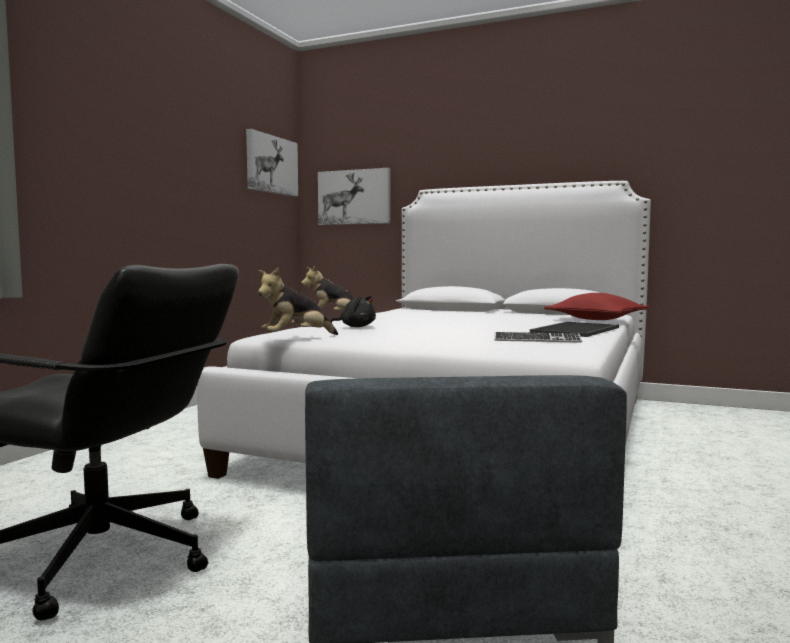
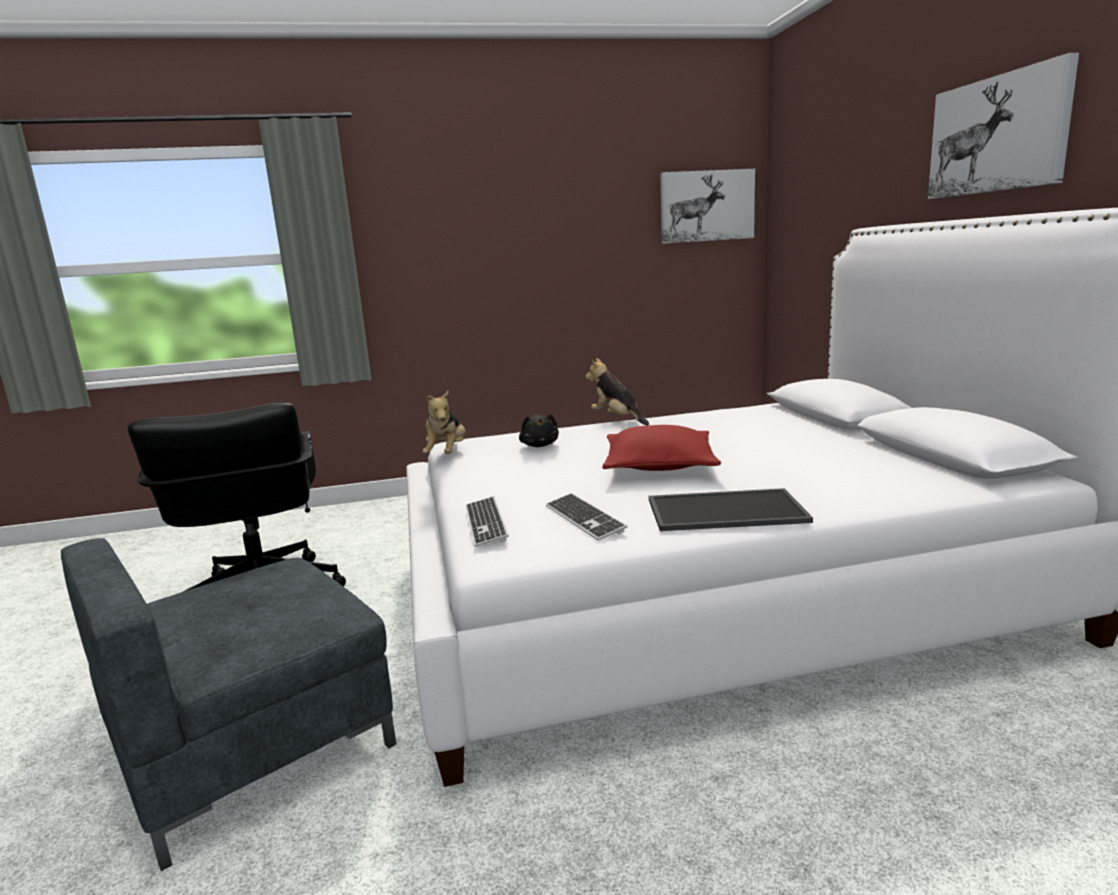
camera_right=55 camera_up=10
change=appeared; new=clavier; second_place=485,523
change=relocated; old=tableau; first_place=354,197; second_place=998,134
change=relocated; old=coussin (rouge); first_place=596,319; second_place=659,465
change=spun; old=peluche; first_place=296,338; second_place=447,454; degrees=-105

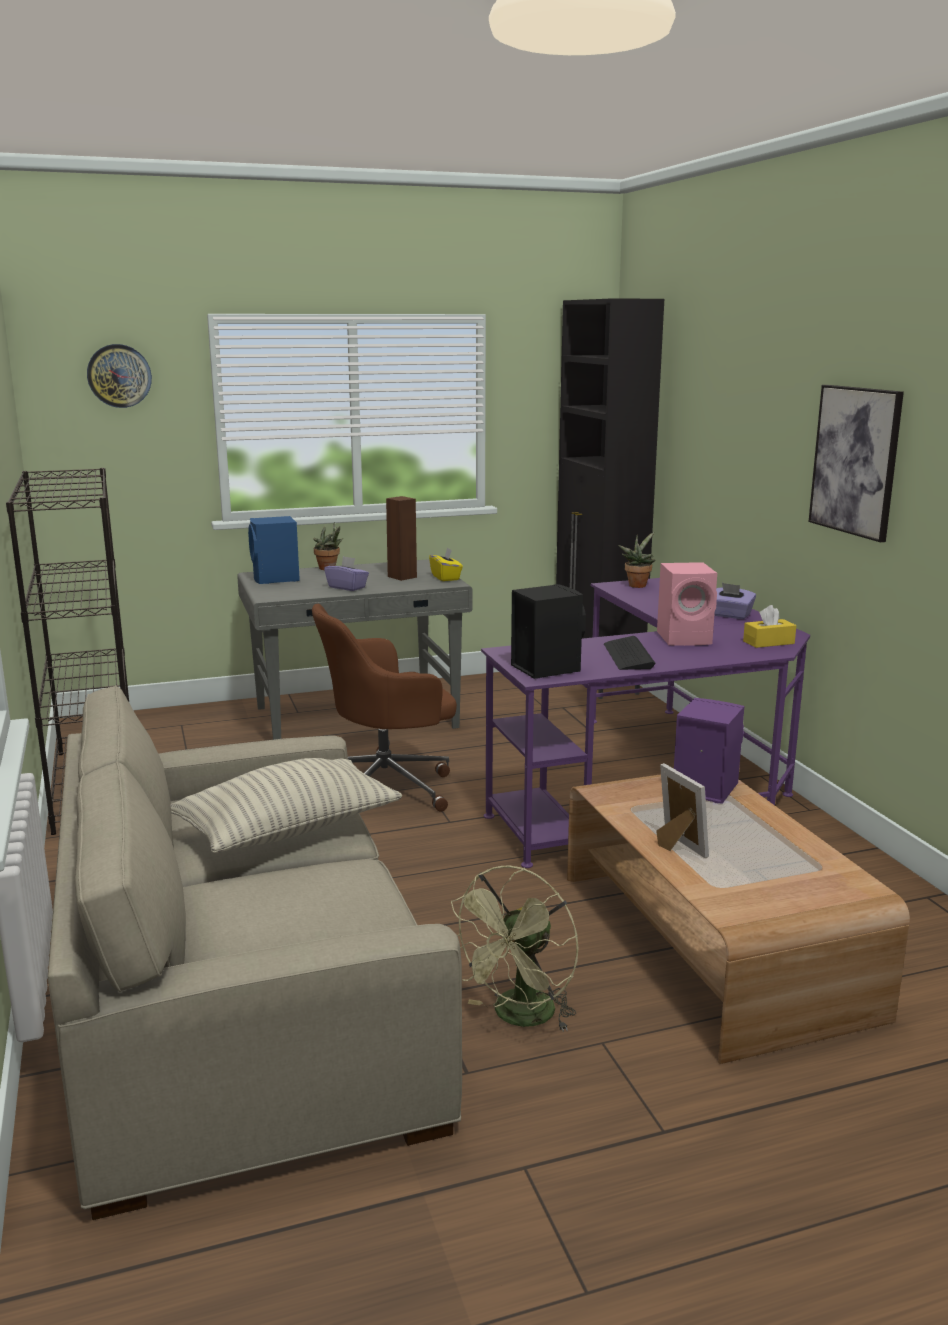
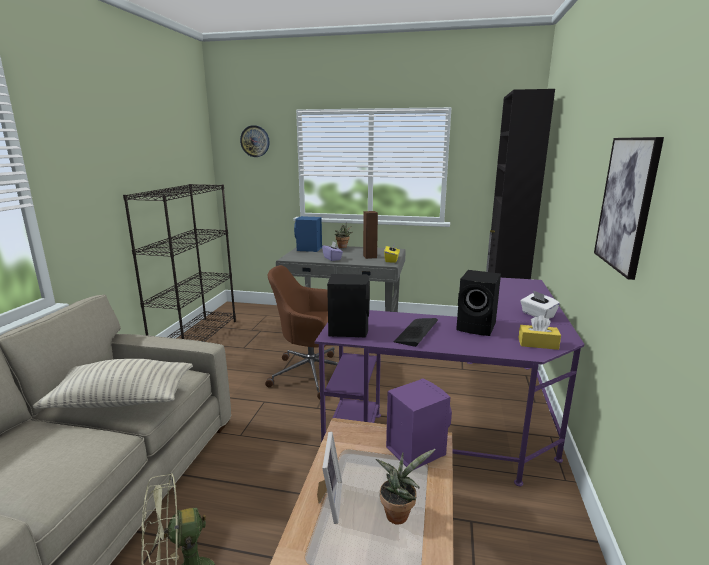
camera_right=30 camera_up=0
change=relocated; old=plante en pot; first_place=637,585; second_place=399,513
change=colour; old=enceinte (rose); new=enceinte (noir); first_place=686,638; second_place=477,327
change=colour; old=boîte à mouchoirs (violet); new=boîte à mouchoirs (blanc); first_place=729,615; second_place=537,315

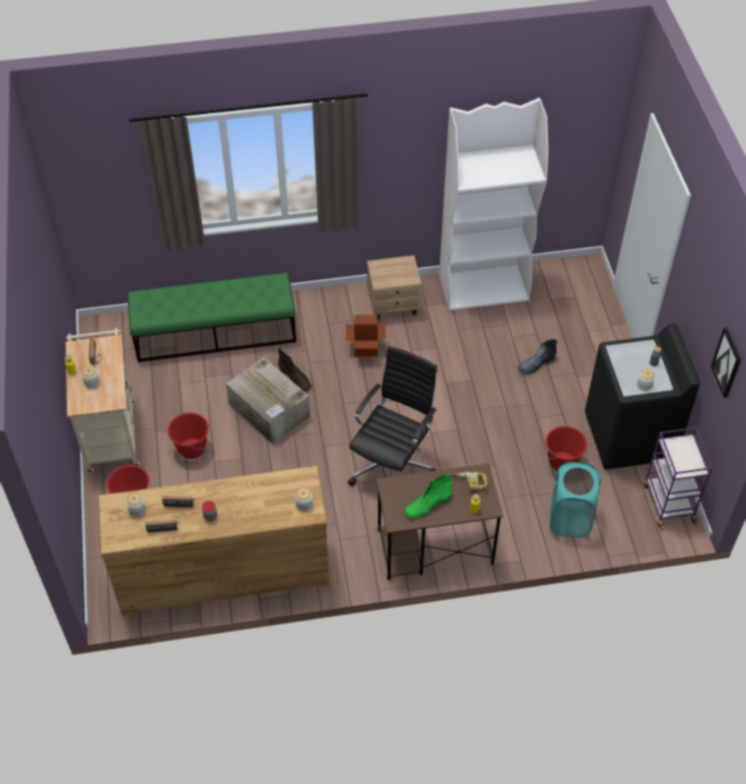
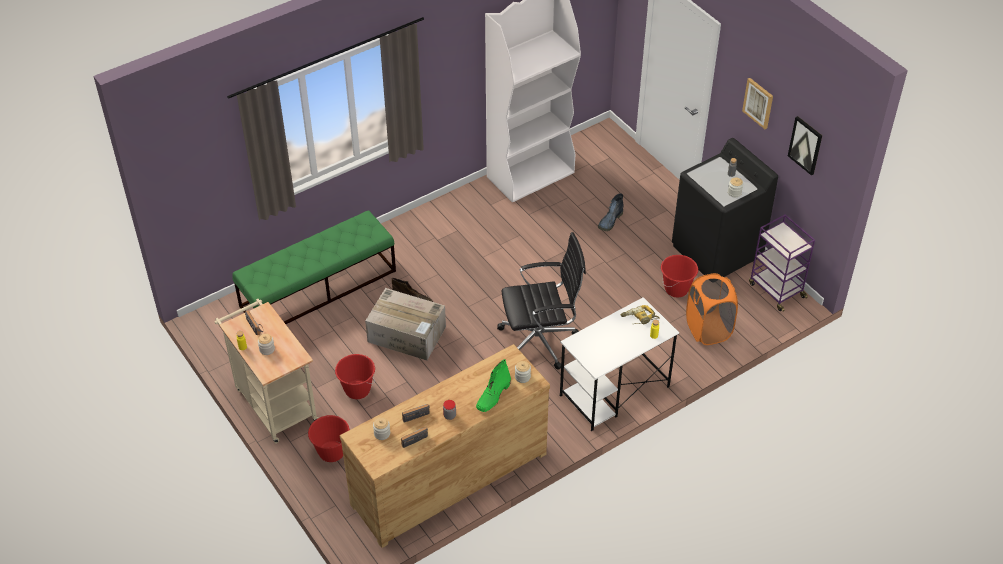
camera_right=-25 camera_up=-5
change=missing; old=carton; first_place=366,348
change=missing; old=table de chevet (beige); first_place=394,305
change=appeared; new=tableau; second_place=758,103
change=relocated; old=botte (vert); first_place=427,505; second_place=493,396
change=colour; old=bureau (marron); new=bureau (blanc); first_place=434,547; second_place=614,391
change=colour; old=panier à linge (turquoise); new=panier à linge (orange); first_place=570,519; second_place=708,330
change=spun; old=chaise de bureau (noir); first_place=392,465; second_place=540,340; degrees=75

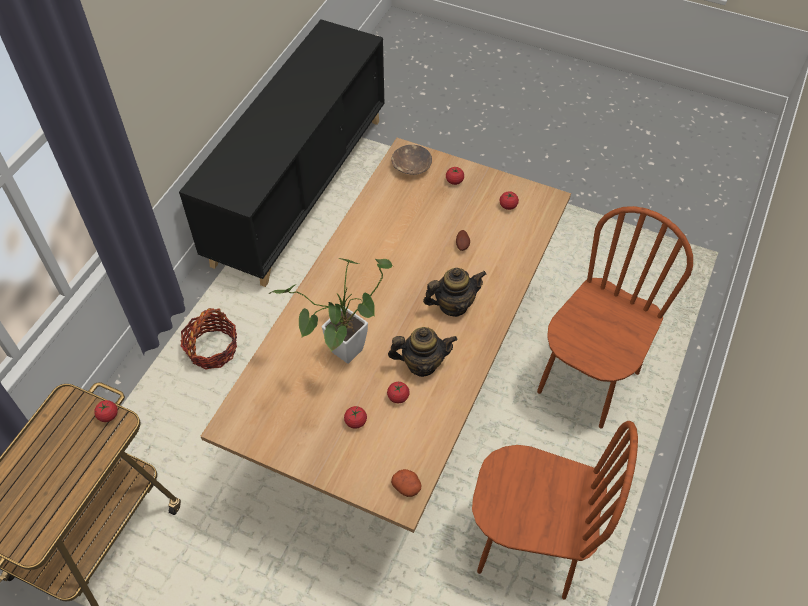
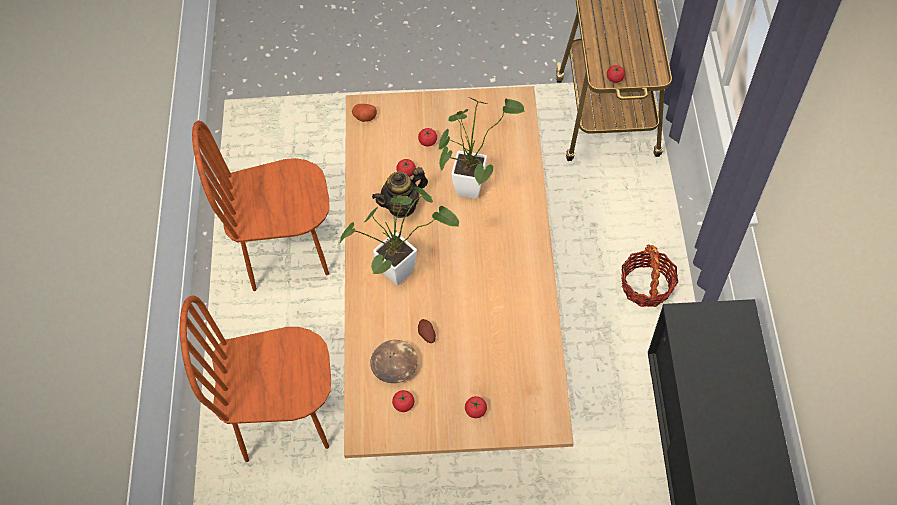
camera_right=155 camera_up=5
change=relocated; old=bol (marron); first_place=411,166; second_place=395,366
change=exchanged; old=théière; new=plante en pot; first_place=453,305; second_place=403,268
change=spun; old=chaise (marron); first_place=587,382; second_place=285,418; degrees=75

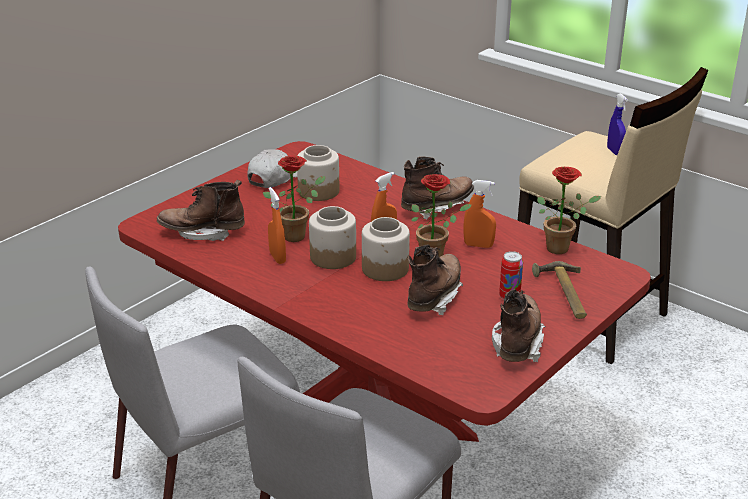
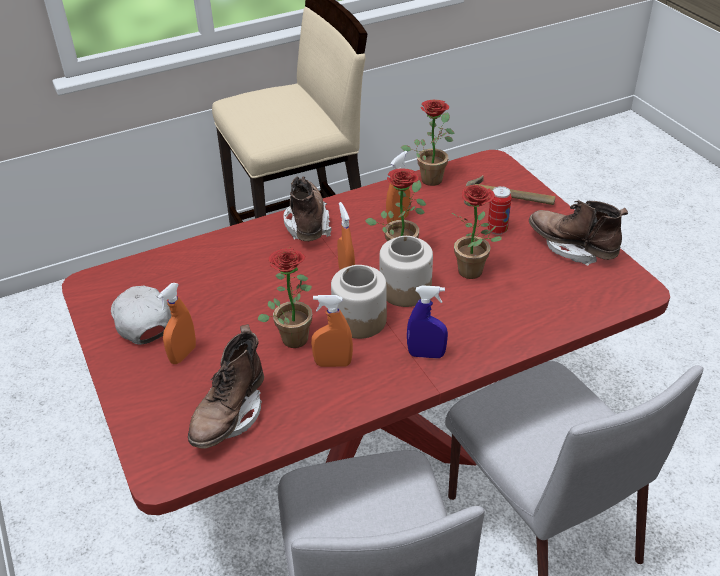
camera_right=-65 camera_up=10
change=missing; old=bocal; first_place=319,192
change=appeared; new=vaporisateur (orange); second_place=183,354
change=relocated; old=vaporisateur (bleu); first_place=614,152; second_place=426,354
change=exchanged; old=botte (marron); new=plante en pot; first_place=434,297; second_place=475,273

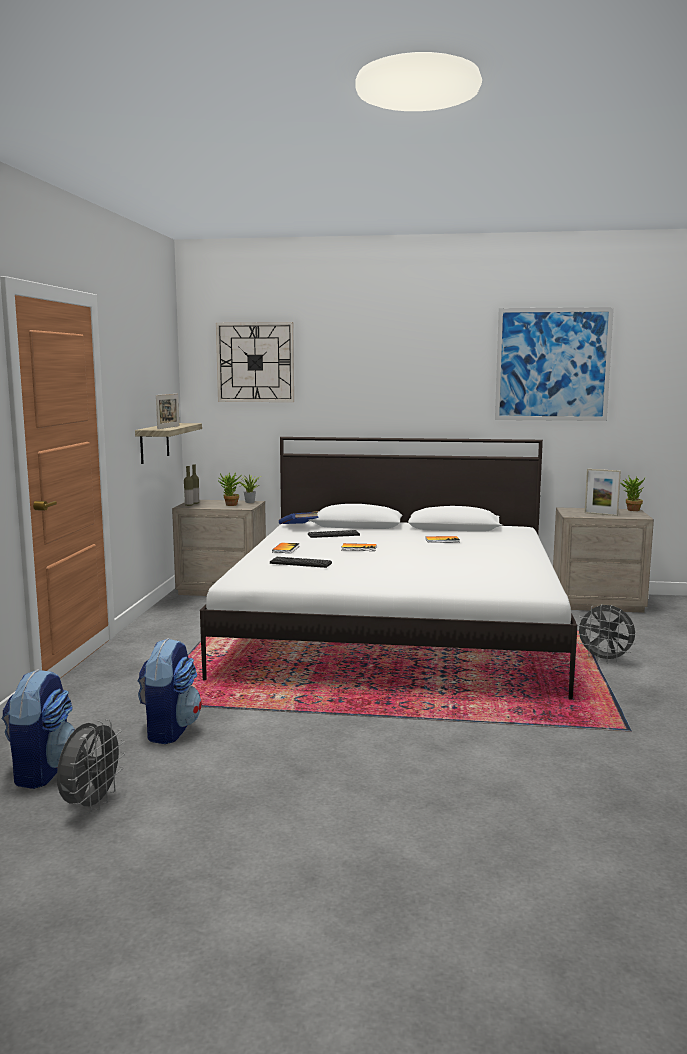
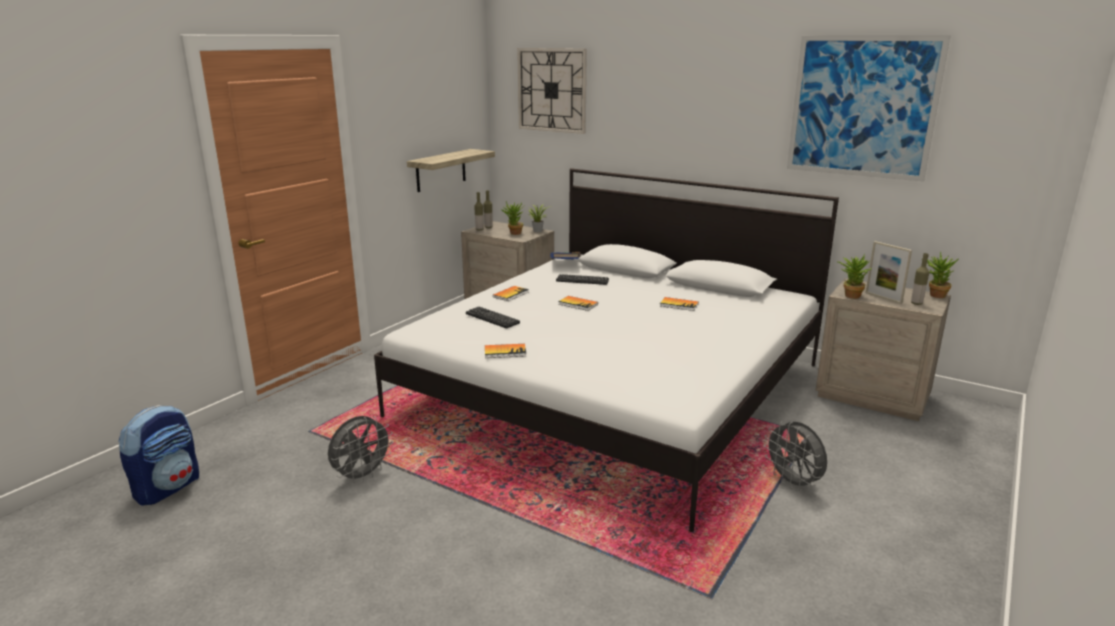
camera_right=25 camera_up=10
change=missing; old=sac à dos; first_place=169,730
change=missing; old=cadre photo; first_place=168,427
change=appeared; new=livre; second_place=505,352
change=appeared; new=plante en pot; second_place=850,295
change=appeared; new=bouteille; second_place=916,303
change=relocated; old=ventilateur (gris); first_place=91,804; second_place=362,476

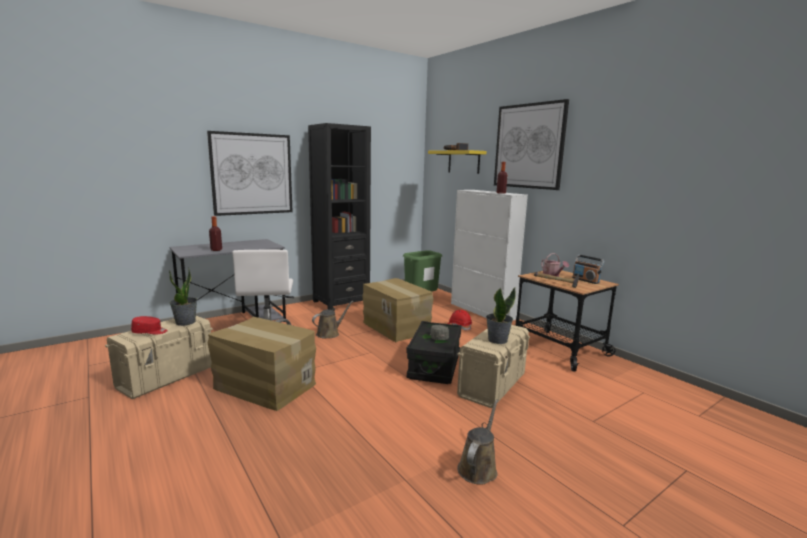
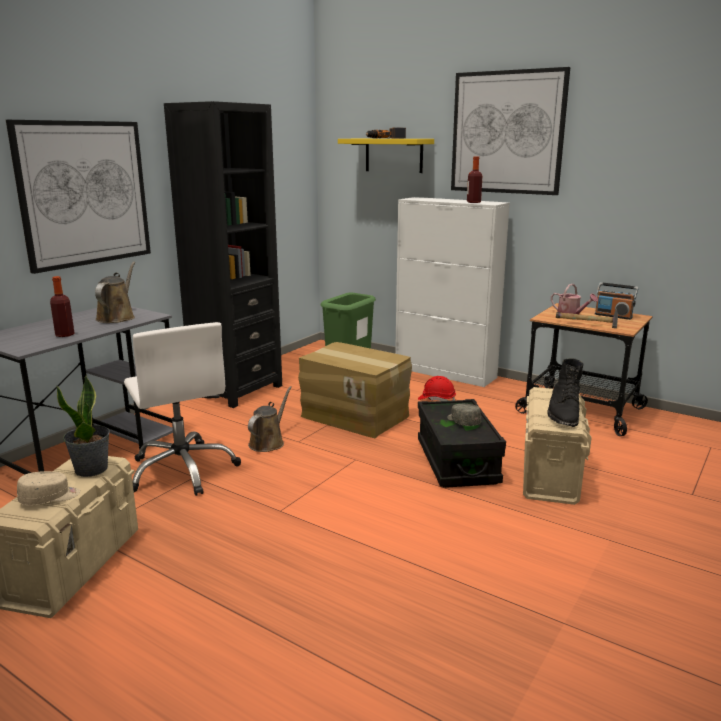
camera_right=-20 camera_up=5
change=missing; old=carton; first_place=264,386
change=relocated; old=arrosoir (marron); first_place=478,467; second_place=117,317
change=exchanged; old=plante en pot; new=botte (noir); first_place=497,340; second_place=563,413
change=colour; old=casquette (rouge); new=casquette (beige); first_place=150,332; second_place=50,498

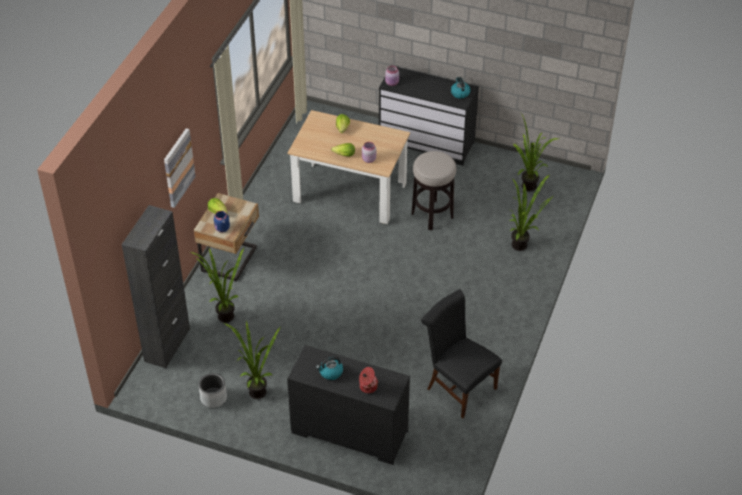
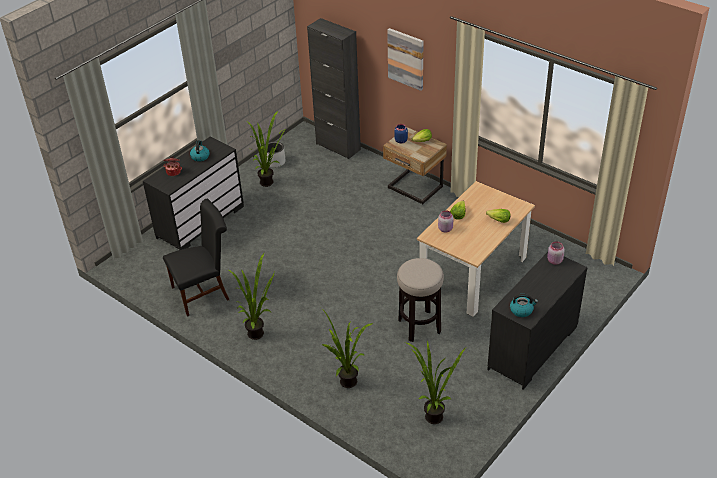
camera_right=110 camera_up=-5
change=relocated; old=plante en pot; first_place=223,315; second_place=259,332

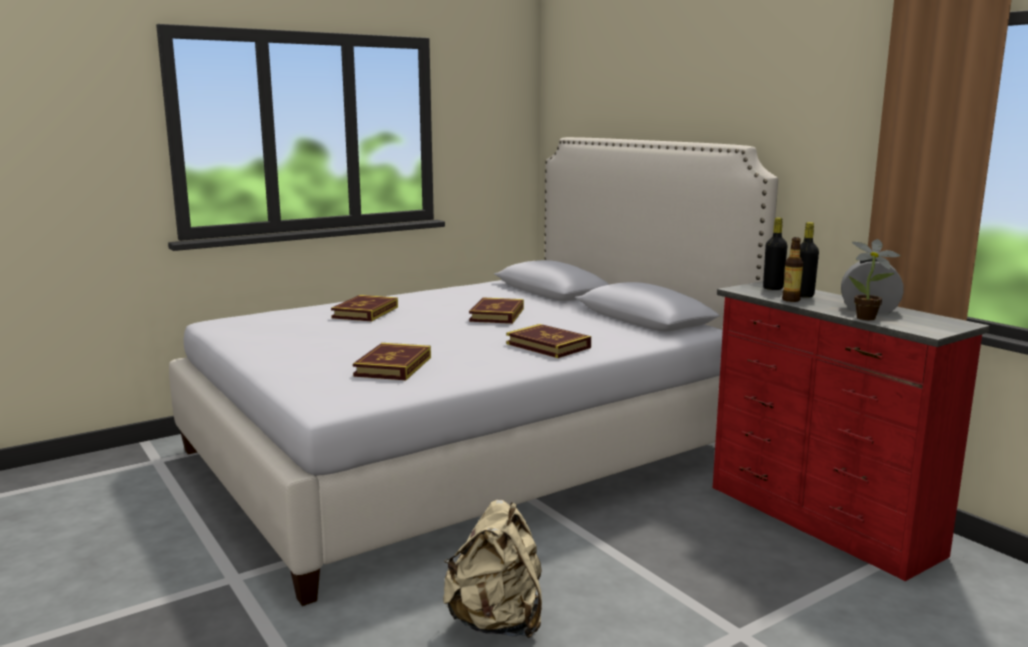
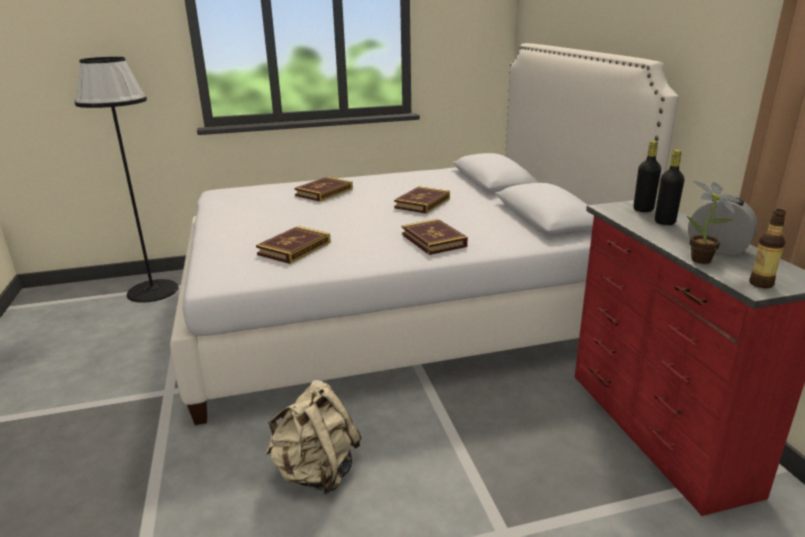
camera_right=20 camera_up=10
change=appeared; new=lampadaire (noir); second_place=152,291
change=relocated; old=bouteille; first_place=791,300; second_place=761,284

